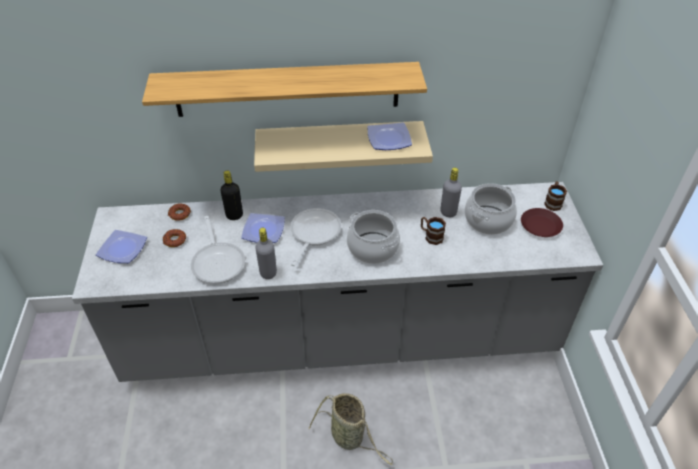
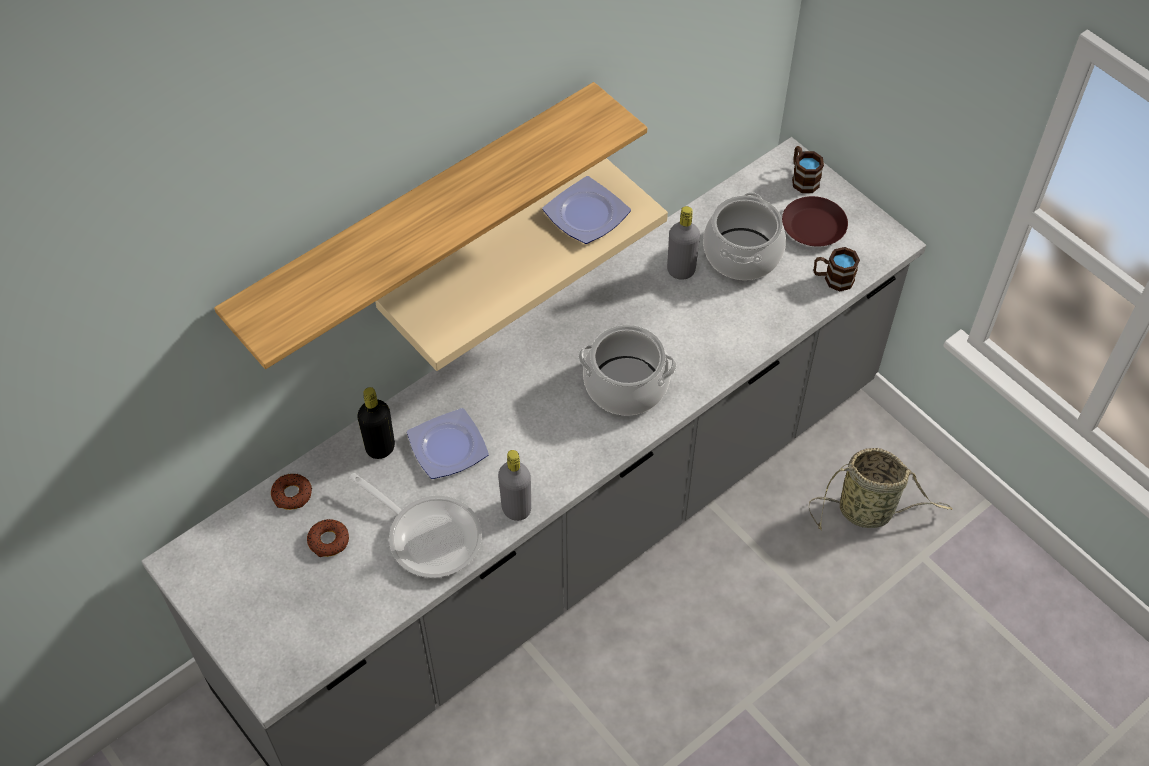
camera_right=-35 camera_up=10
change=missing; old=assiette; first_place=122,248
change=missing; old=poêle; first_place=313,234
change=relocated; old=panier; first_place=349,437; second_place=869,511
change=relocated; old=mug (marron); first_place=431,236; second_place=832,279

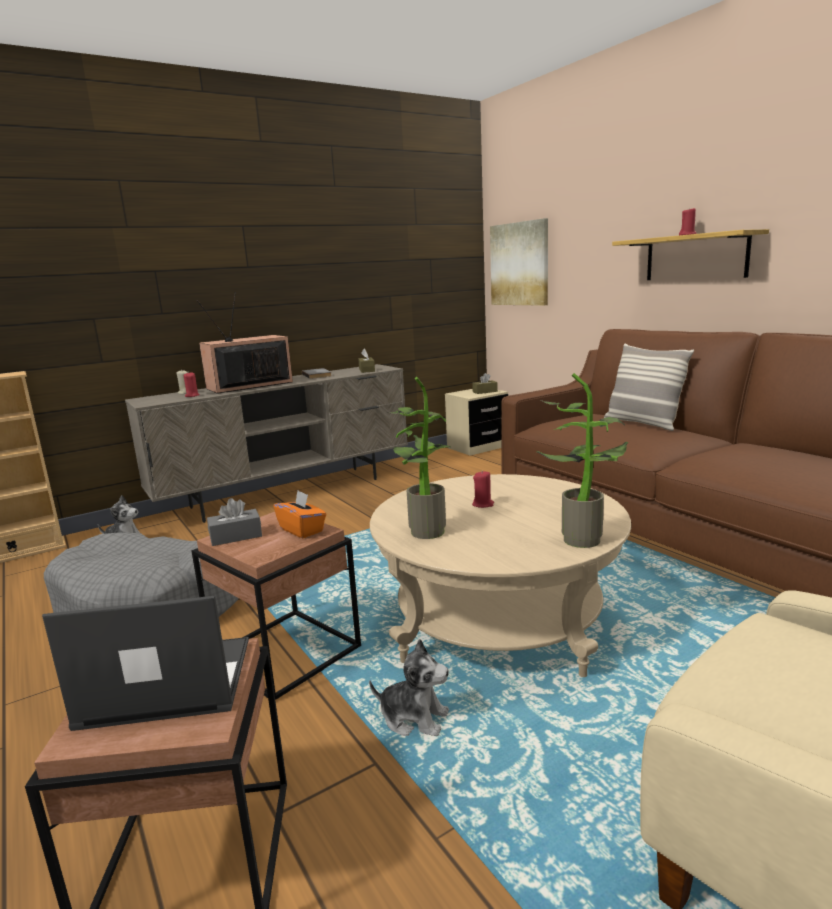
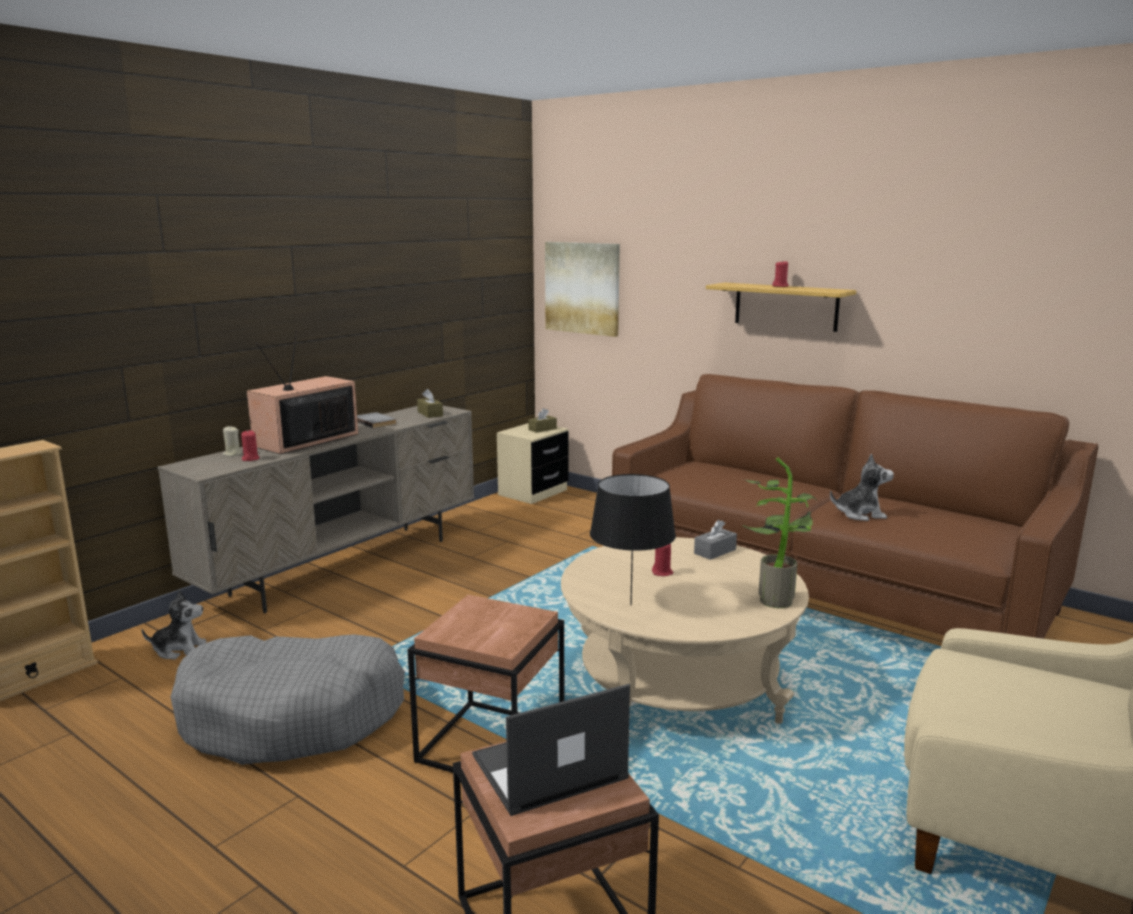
camera_right=-20 camera_up=0
change=missing; old=boîte à mouchoirs (orange); first_place=302,530
change=missing; old=coussin; first_place=643,424
change=relocated; old=boîte à mouchoirs (gris); first_place=236,536; second_place=715,551
change=relocated; old=peluche; first_place=414,718; second_place=860,514
change=exchanged; old=plante en pot; new=lampe de table (noir); first_place=423,530; second_place=630,605

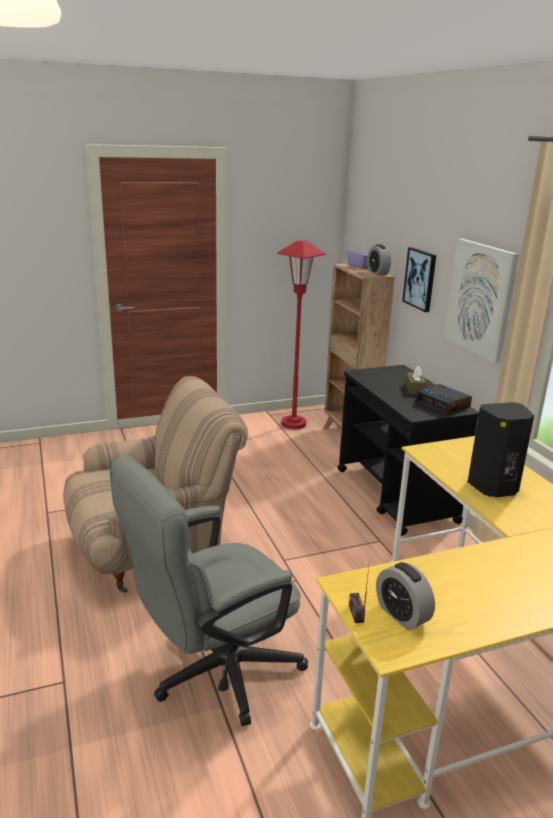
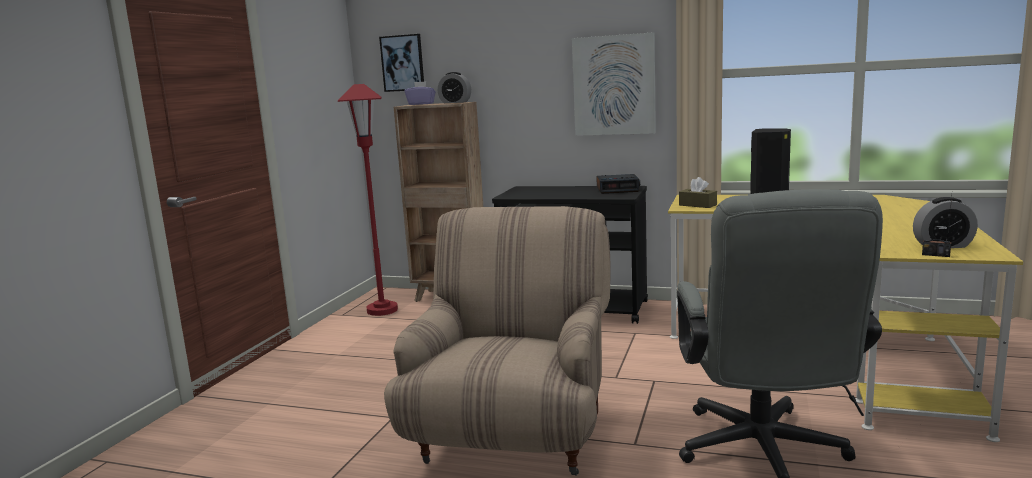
camera_right=-50 camera_up=-10
change=relocated; old=tableau; first_place=420,279; second_place=403,63
change=relocated; old=boîte à mouchoirs (marron); first_place=414,389; second_place=697,205

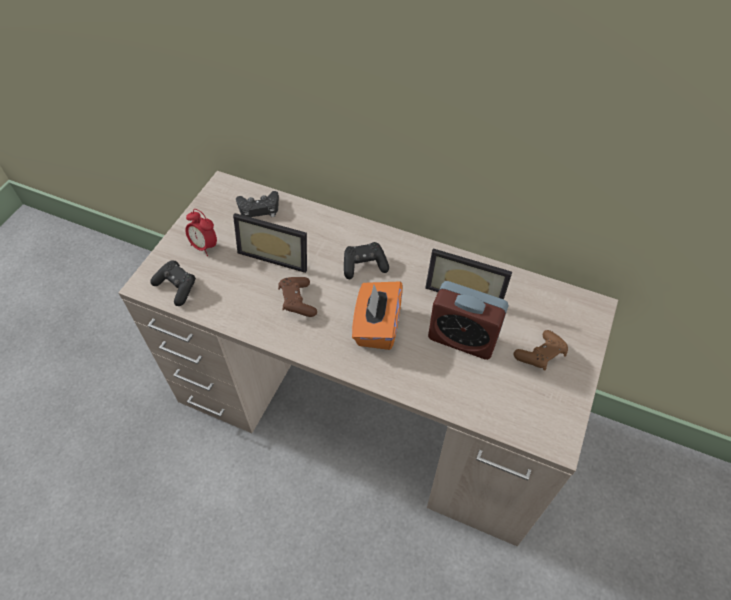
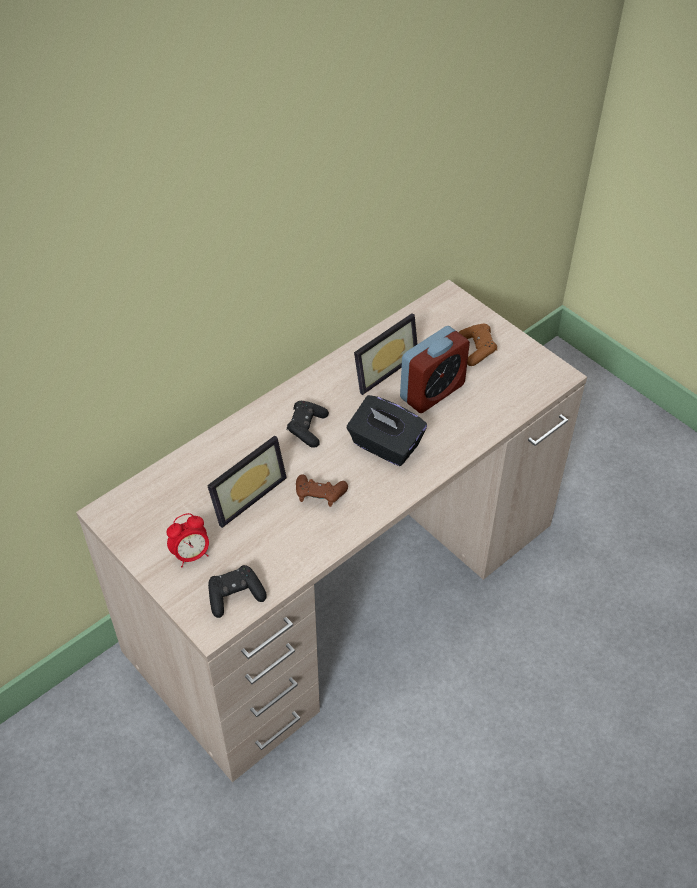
camera_right=-65 camera_up=-5
change=missing; old=manette (noir); first_place=259,209
change=colour; old=boîte à mouchoirs (orange); new=boîte à mouchoirs (noir); first_place=376,326; second_place=385,446

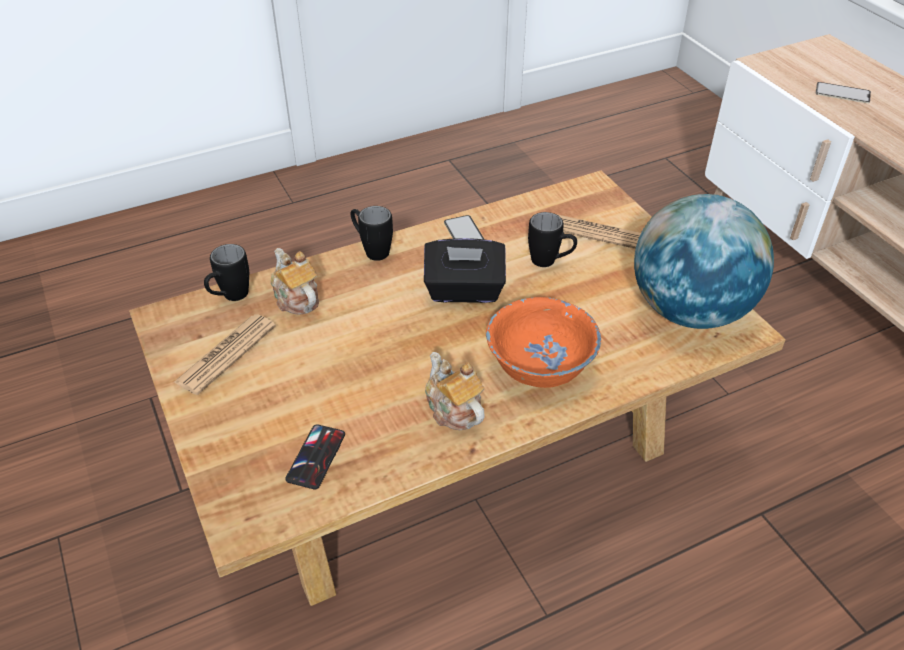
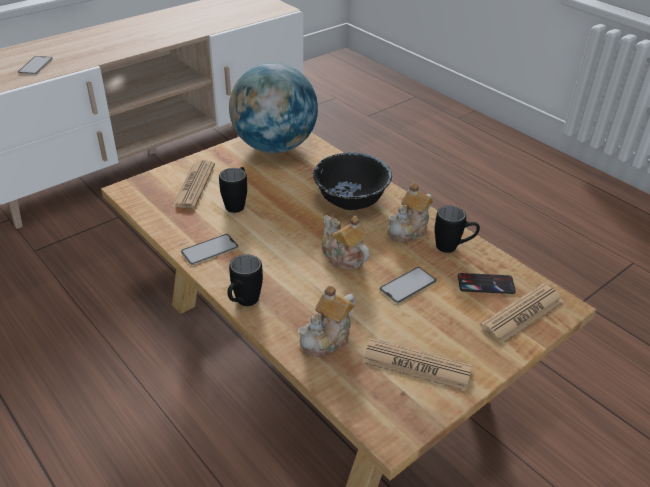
camera_right=-105 camera_up=-5
change=missing; old=boîte à mouchoirs (noir); first_place=464,291
change=appeared; new=théière; second_place=342,257
change=appeared; new=téléphone; second_place=408,285
change=appeared; new=journal; second_place=523,314
change=relocated; old=mug (noir); first_place=230,298; second_place=453,248
change=colour; old=bol (orange); new=bol (noir); first_place=541,365; second_place=350,198

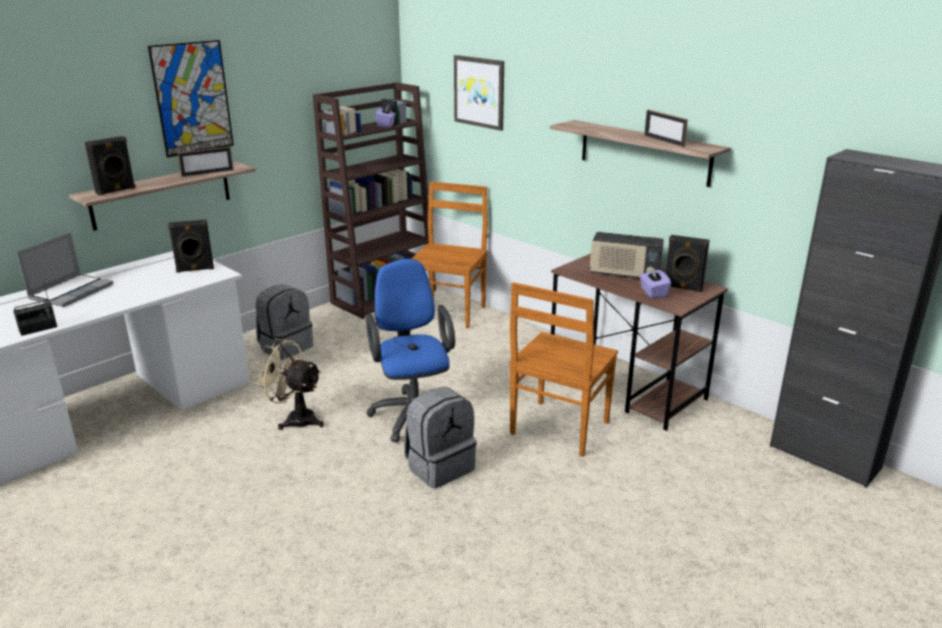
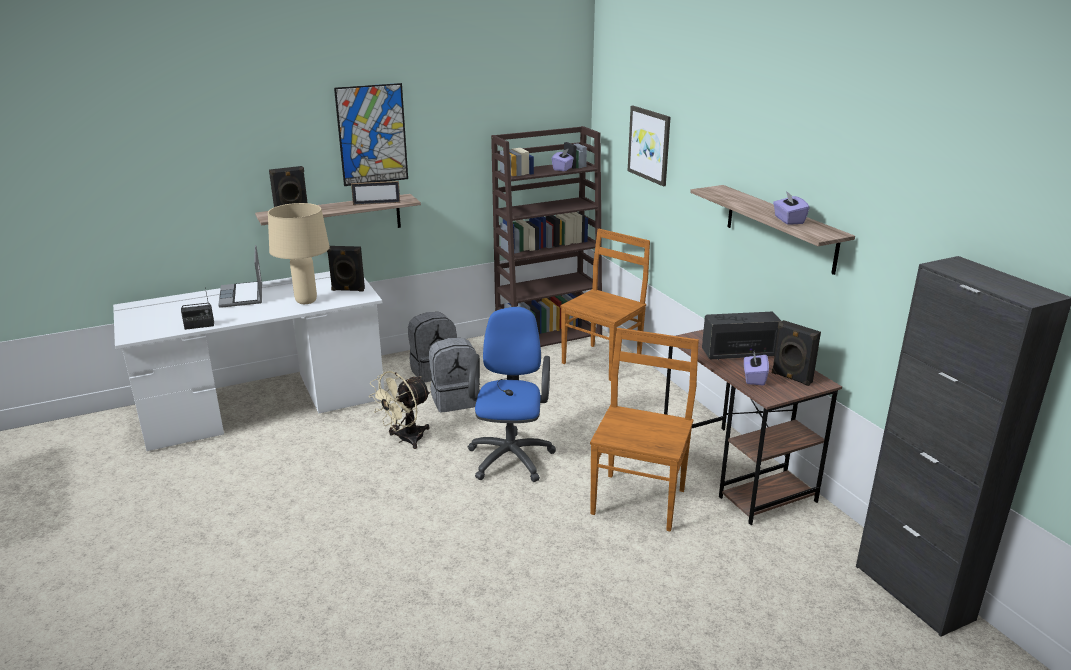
camera_right=20 camera_up=0
change=appeared; new=lampe de table (beige); second_place=306,301
change=relocated; old=sac à dos (gris); first_place=439,466; second_place=455,400
change=exchanged; old=cadre photo; new=boîte à mouchoirs (violet); first_place=663,141; second_place=788,220
change=spun; old=ordinateur portable; first_place=71,291; second_place=242,296; degrees=120
change=spun; old=ventilateur (beige); first_place=294,419; second_place=405,439; degrees=-90
change=spun; old=chaise (marron); first_place=558,429; second_place=639,500; degrees=150
change=spun; old=radio; first_place=624,274; second_place=739,354; degrees=135

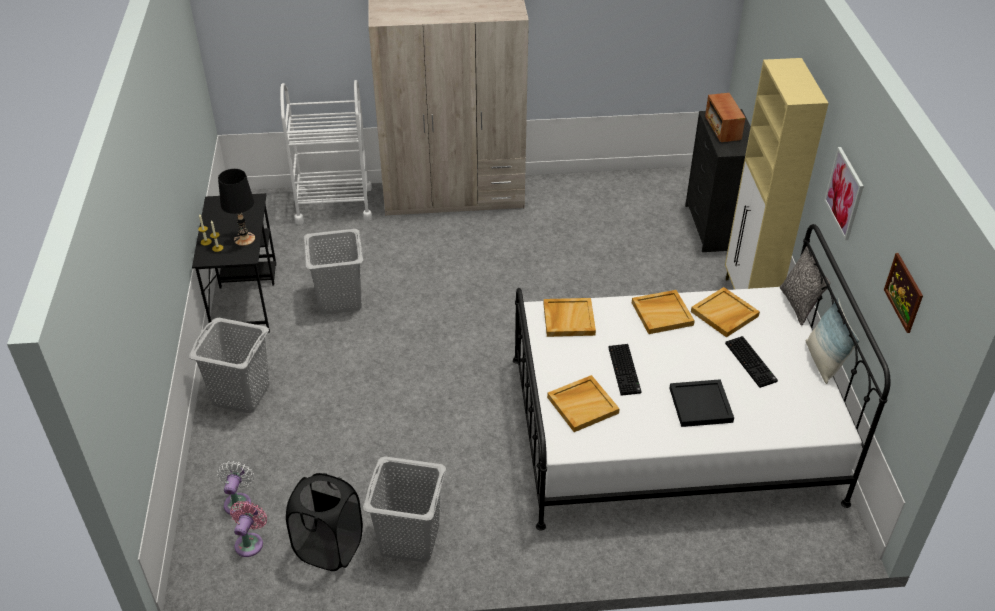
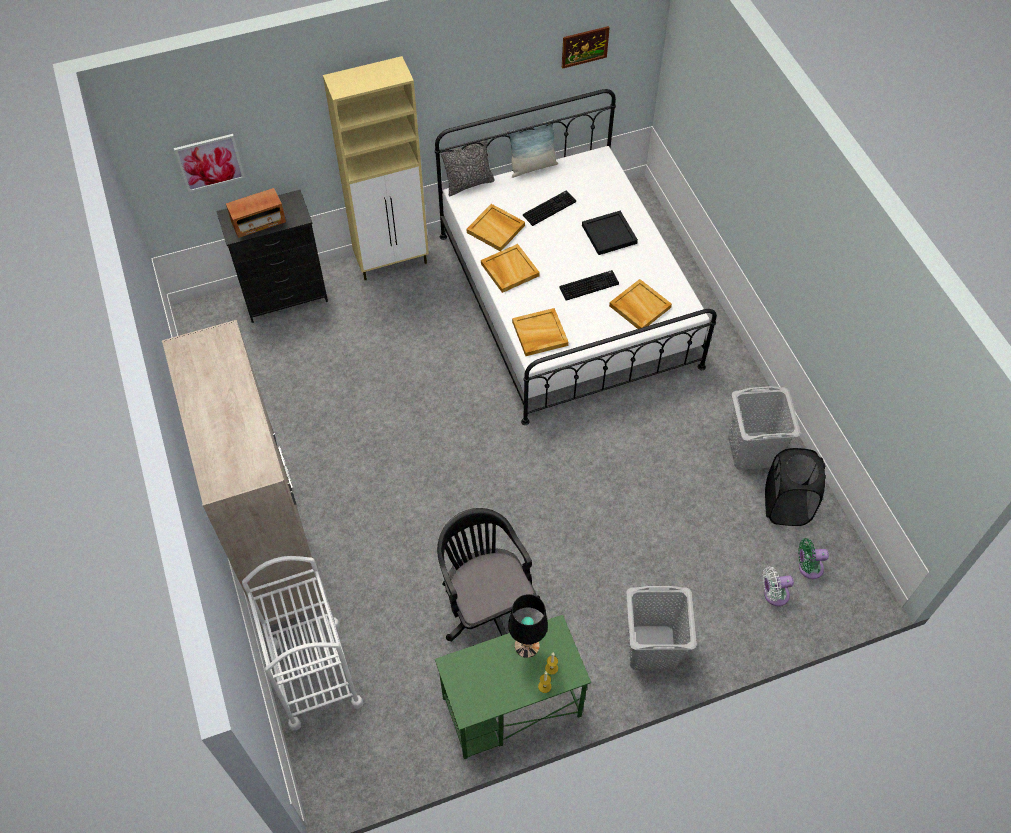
camera_right=-105 camera_up=15
change=relocated; old=tableau; first_place=844,193; second_place=210,162
change=exchanged; old=panier à linge (gris); new=chaise de bureau (noir); first_place=340,300; second_place=486,604
change=colour; old=bureau (noir); new=bureau (vert); first_place=245,297; second_place=510,708
change=colour; old=ventilateur (rose); new=ventilateur (vert); first_place=250,542; second_place=808,567

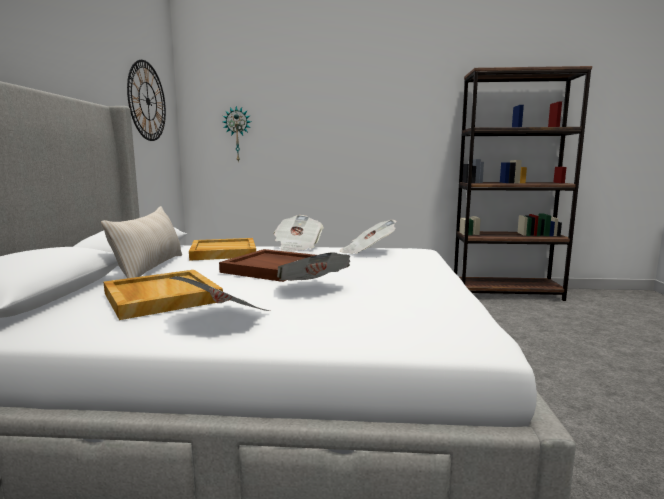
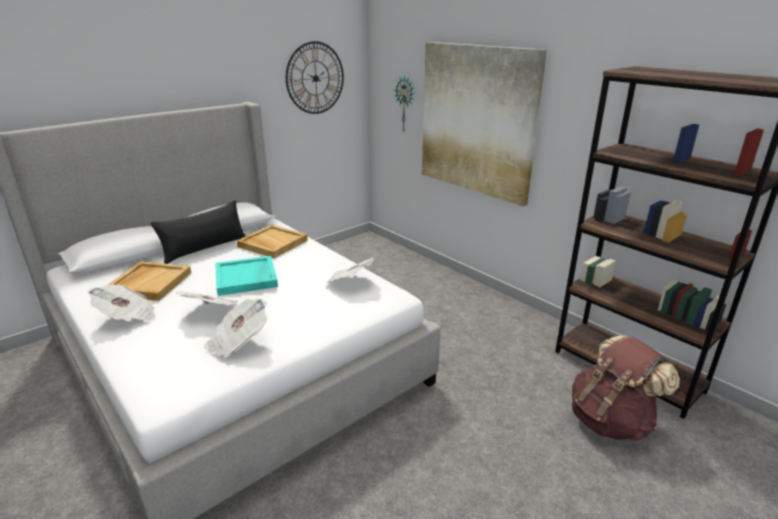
camera_right=45 camera_up=15
change=appeared; new=tableau; second_place=477,120
change=appeared; new=sac à dos (marron); second_place=611,421
change=relocated; old=journal; first_place=297,247; second_place=238,341
change=colour; old=coussin (beige); new=coussin (noir); first_place=150,268; second_place=205,249
change=colour; old=plateau (marron); new=plateau (turquoise); first_place=273,268; second_place=247,278

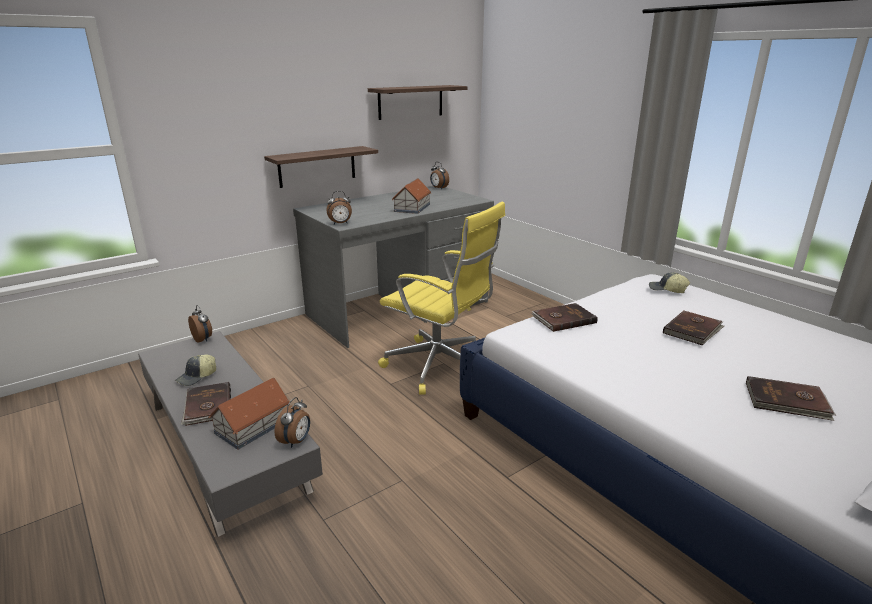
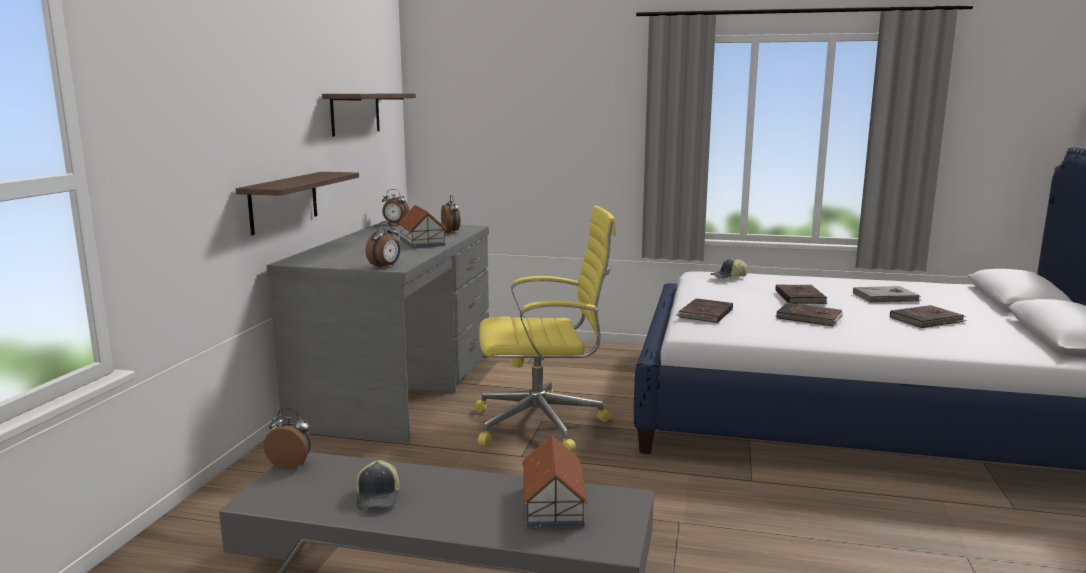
camera_right=-40 camera_up=-10
change=appeared; new=livre (gris); second_place=886,297
change=relocated; old=livre (marron); first_place=207,406; second_place=809,318
change=relocated; old=réveil; first_place=296,441; second_place=451,232

